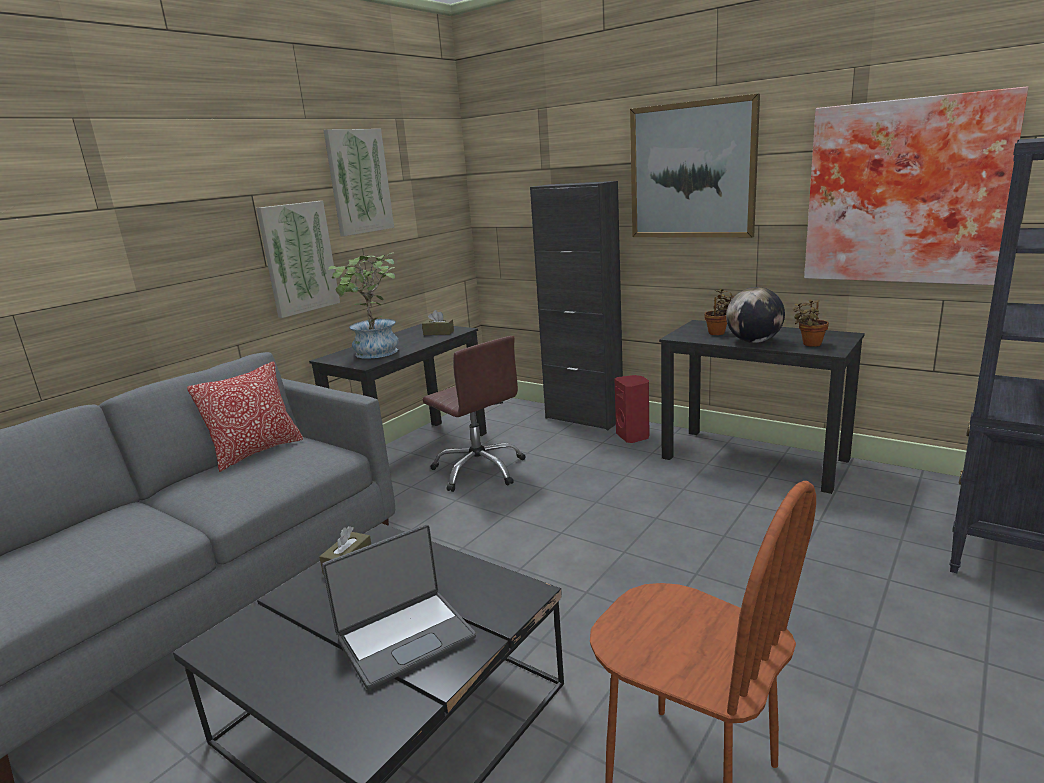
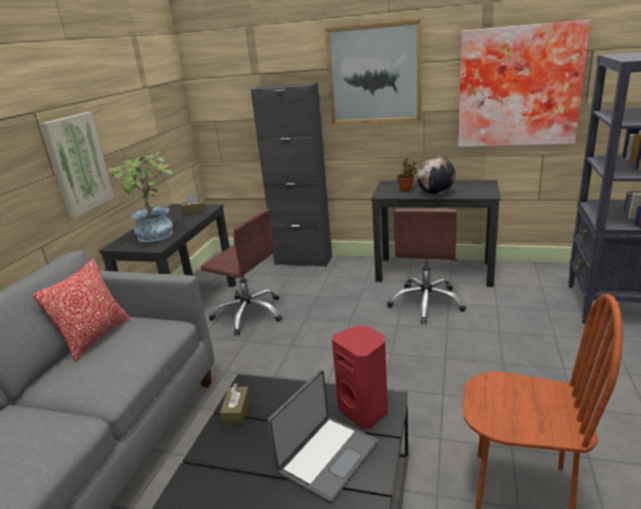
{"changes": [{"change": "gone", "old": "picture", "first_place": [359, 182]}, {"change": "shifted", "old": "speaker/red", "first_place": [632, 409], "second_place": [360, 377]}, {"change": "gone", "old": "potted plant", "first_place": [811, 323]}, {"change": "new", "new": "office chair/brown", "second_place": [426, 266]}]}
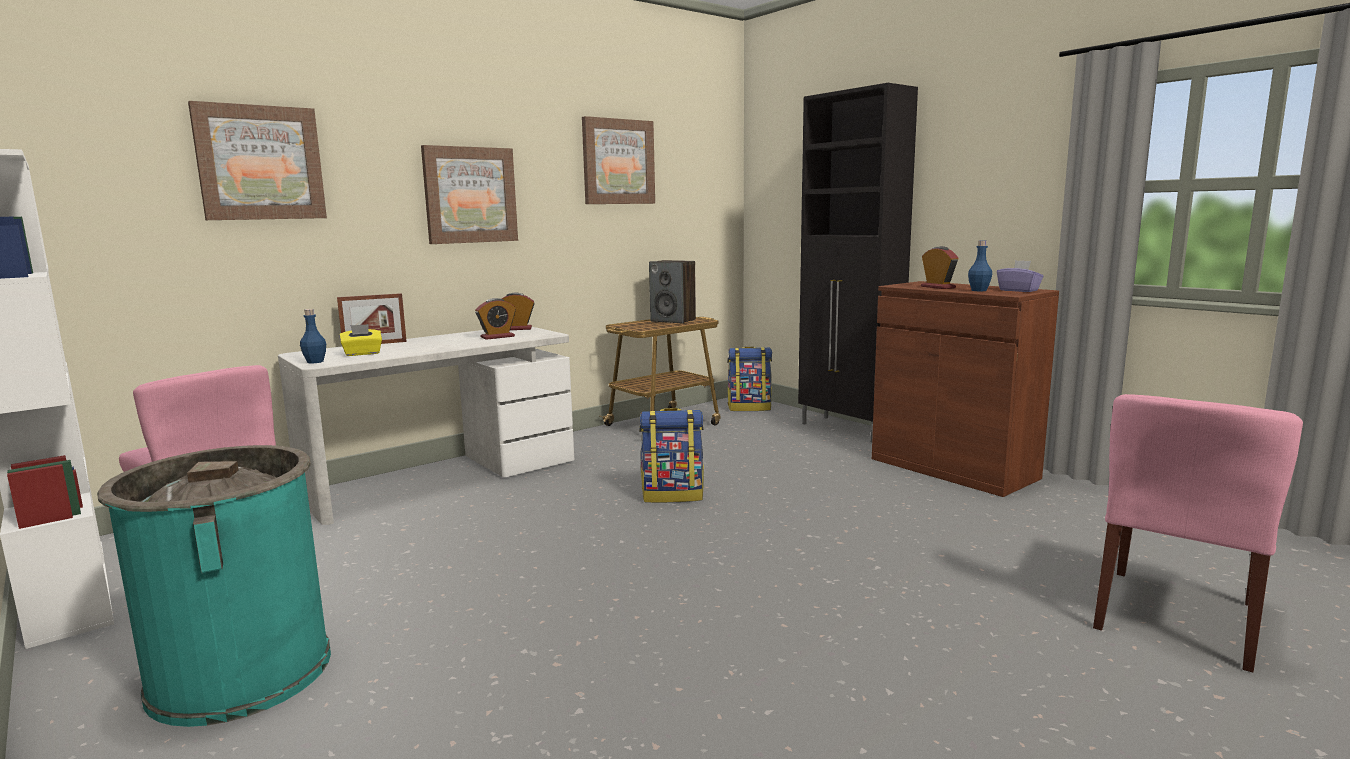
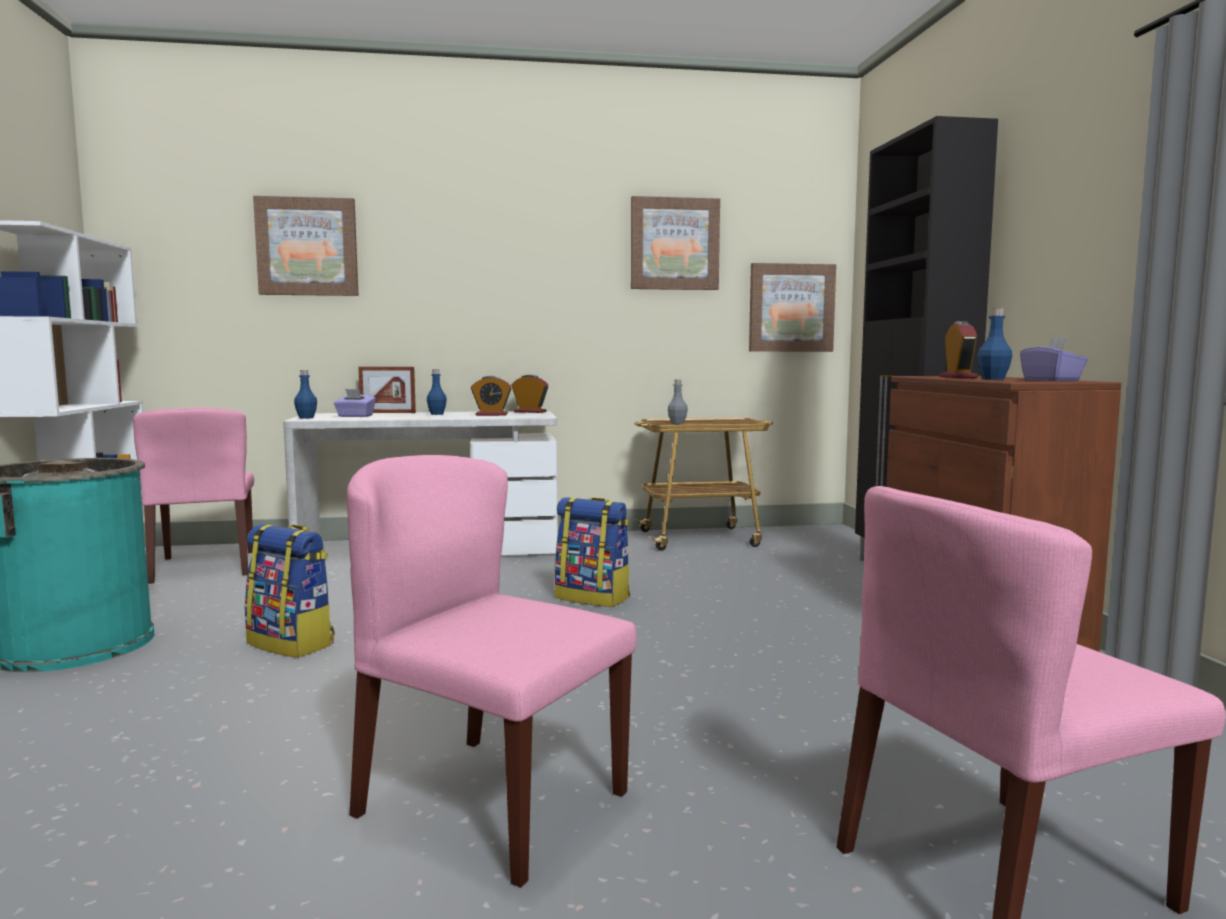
{"changes": [{"change": "repainted", "old": "tissue box/yellow", "new": "tissue box/purple", "first_place": [361, 340], "second_place": [355, 403]}, {"change": "shifted", "old": "picture", "first_place": [469, 194], "second_place": [792, 307]}, {"change": "gone", "old": "speaker", "first_place": [672, 291]}, {"change": "shifted", "old": "backpack", "first_place": [749, 378], "second_place": [290, 591]}, {"change": "new", "new": "chair/pink", "second_place": [492, 671]}, {"change": "new", "new": "bottle/blue", "second_place": [437, 392]}, {"change": "new", "new": "bottle/grey", "second_place": [678, 402]}]}
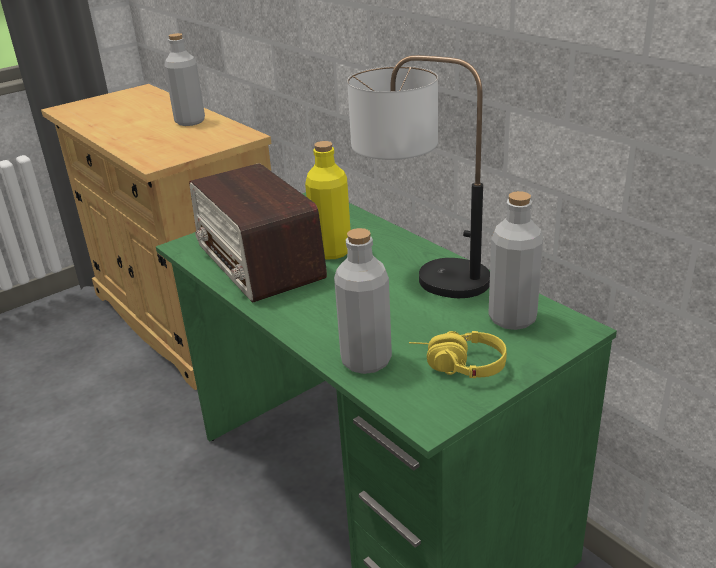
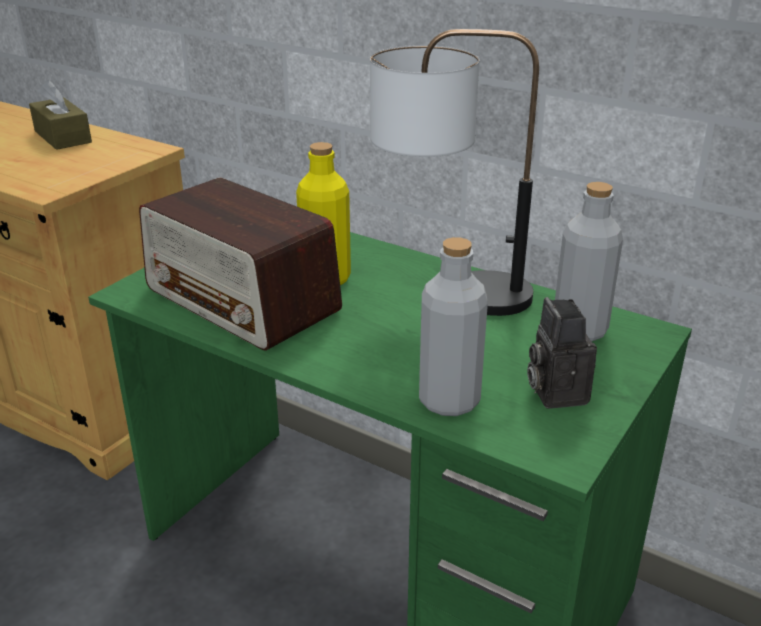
{"changes": [{"change": "swapped", "old": "bottle/grey", "new": "tissue box/brown", "first_place": [184, 79], "second_place": [60, 115]}, {"change": "swapped", "old": "headphones/yellow", "new": "photo camera", "first_place": [458, 354], "second_place": [562, 353]}]}
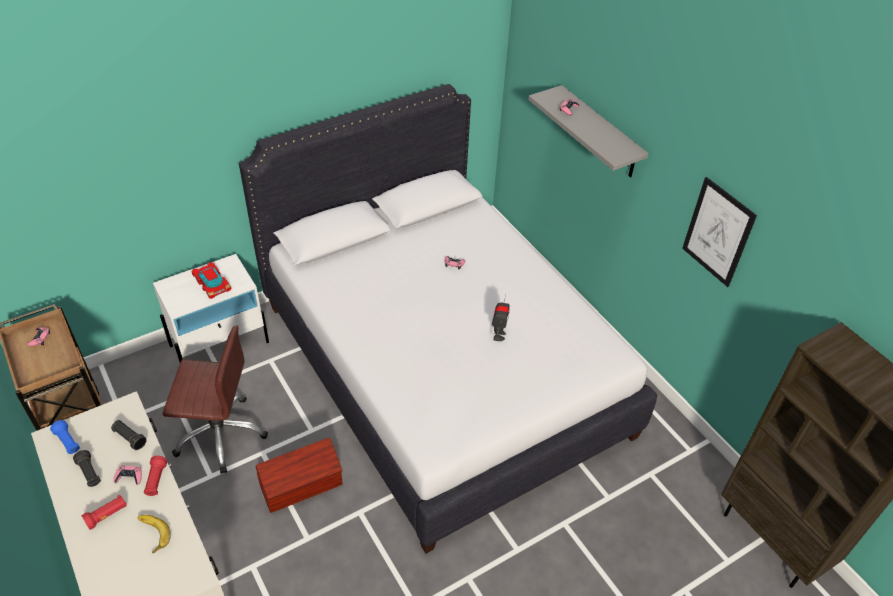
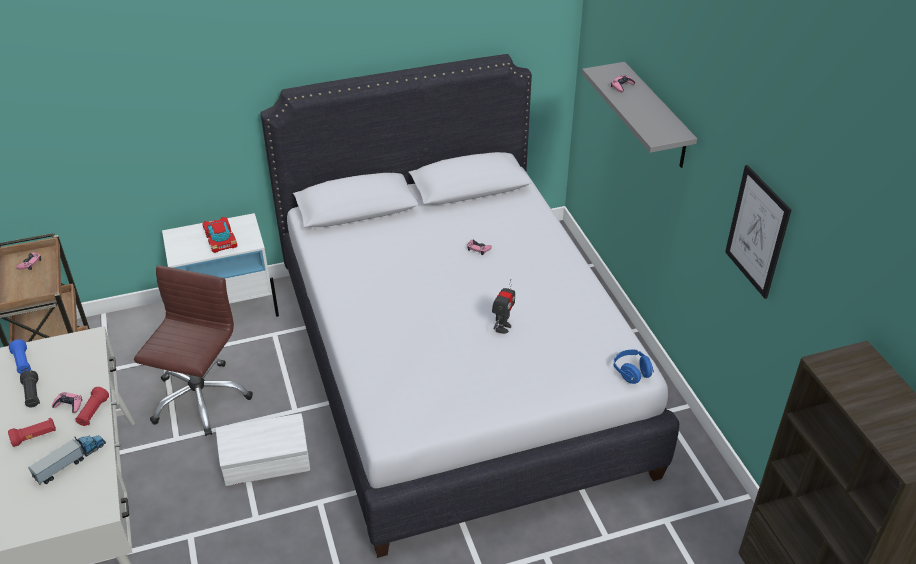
{"changes": [{"change": "gone", "old": "flashlight/black", "first_place": [129, 435]}, {"change": "swapped", "old": "banana", "new": "toy truck", "first_place": [154, 534], "second_place": [67, 460]}, {"change": "rotated", "old": "office chair/brown", "first_place": [215, 400], "second_place": [193, 350], "degrees": -90}, {"change": "repainted", "old": "storage box/brown", "new": "storage box/white", "first_place": [299, 475], "second_place": [263, 449]}, {"change": "new", "new": "headphones/blue", "second_place": [633, 367]}]}
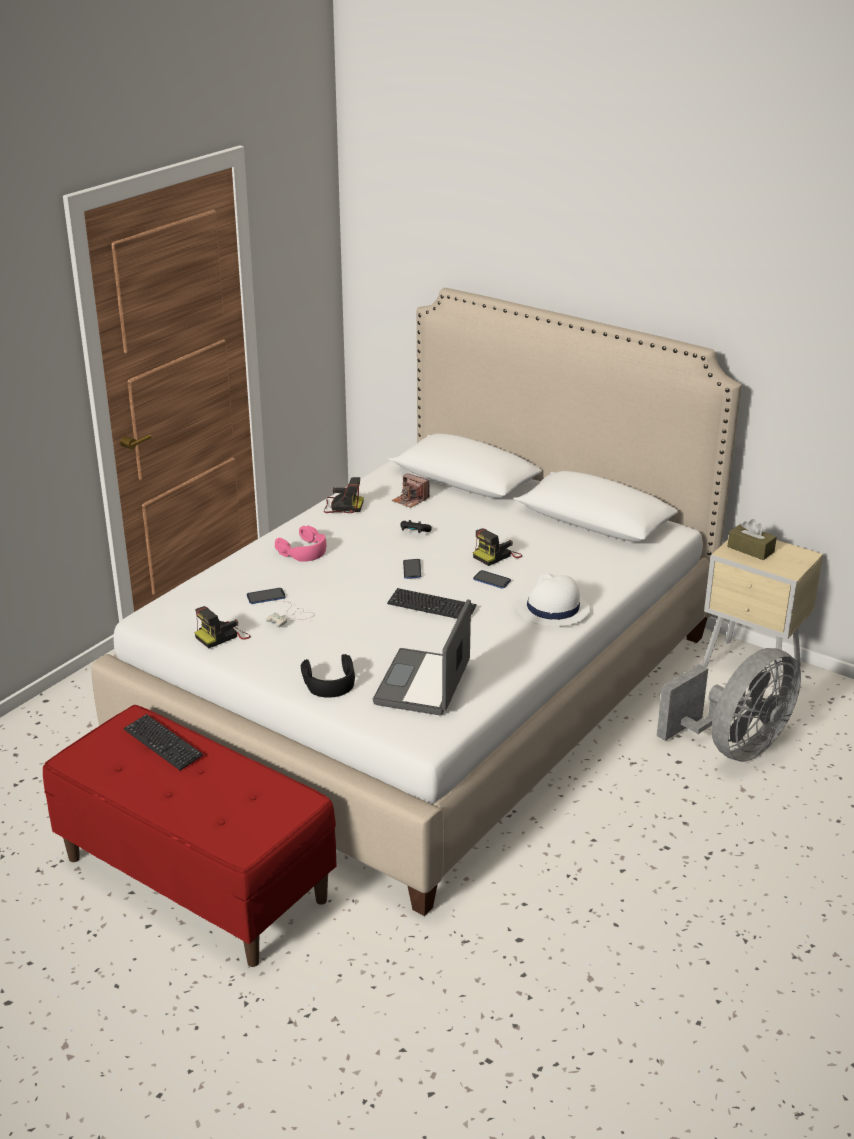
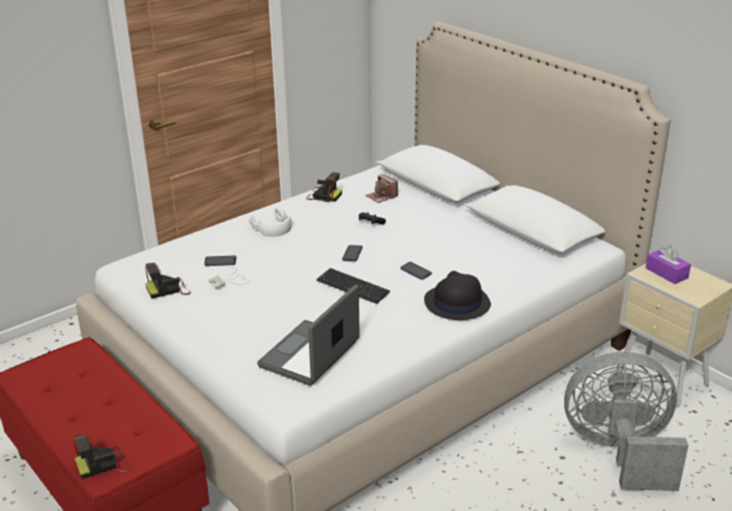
{"changes": [{"change": "gone", "old": "keyboard", "first_place": [163, 742]}, {"change": "repainted", "old": "headphones/pink", "new": "headphones/white", "first_place": [300, 543], "second_place": [270, 222]}, {"change": "gone", "old": "headphones/black", "first_place": [328, 676]}, {"change": "shifted", "old": "photo camera", "first_place": [497, 547], "second_place": [102, 456]}, {"change": "repainted", "old": "hat/white", "new": "hat/black", "first_place": [553, 600], "second_place": [457, 295]}, {"change": "rotated", "old": "fan/grey", "first_place": [729, 705], "second_place": [626, 421], "degrees": -150}, {"change": "repainted", "old": "tissue box/brown", "new": "tissue box/purple", "first_place": [752, 539], "second_place": [668, 264]}]}
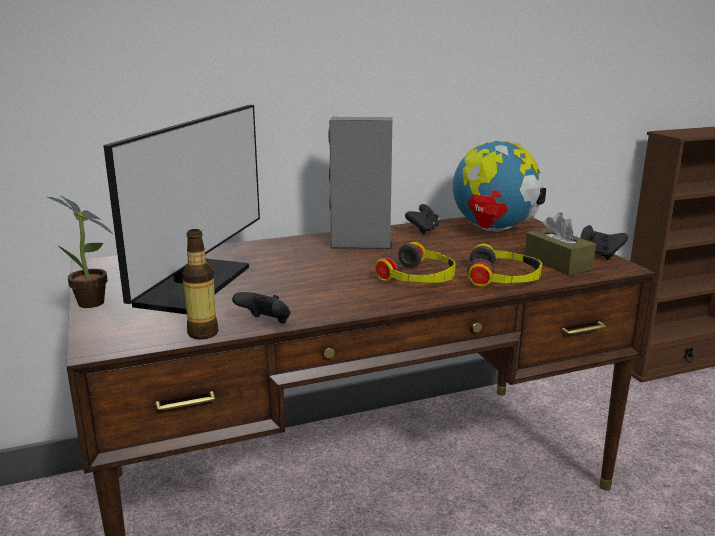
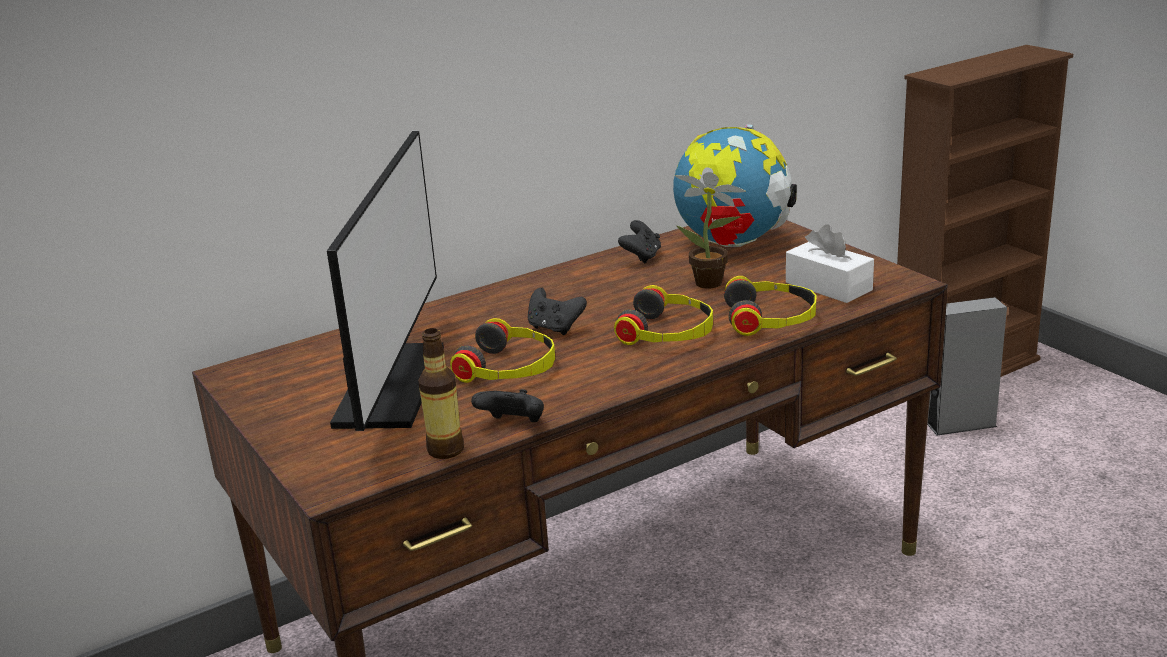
{"changes": [{"change": "shifted", "old": "potted plant", "first_place": [80, 251], "second_place": [710, 230]}, {"change": "shifted", "old": "speaker/grey", "first_place": [360, 183], "second_place": [967, 366]}, {"change": "repainted", "old": "tissue box/brown", "new": "tissue box/white", "first_place": [560, 243], "second_place": [830, 263]}, {"change": "shifted", "old": "game controller/black", "first_place": [604, 242], "second_place": [557, 311]}, {"change": "new", "new": "headphones", "second_place": [502, 350]}]}
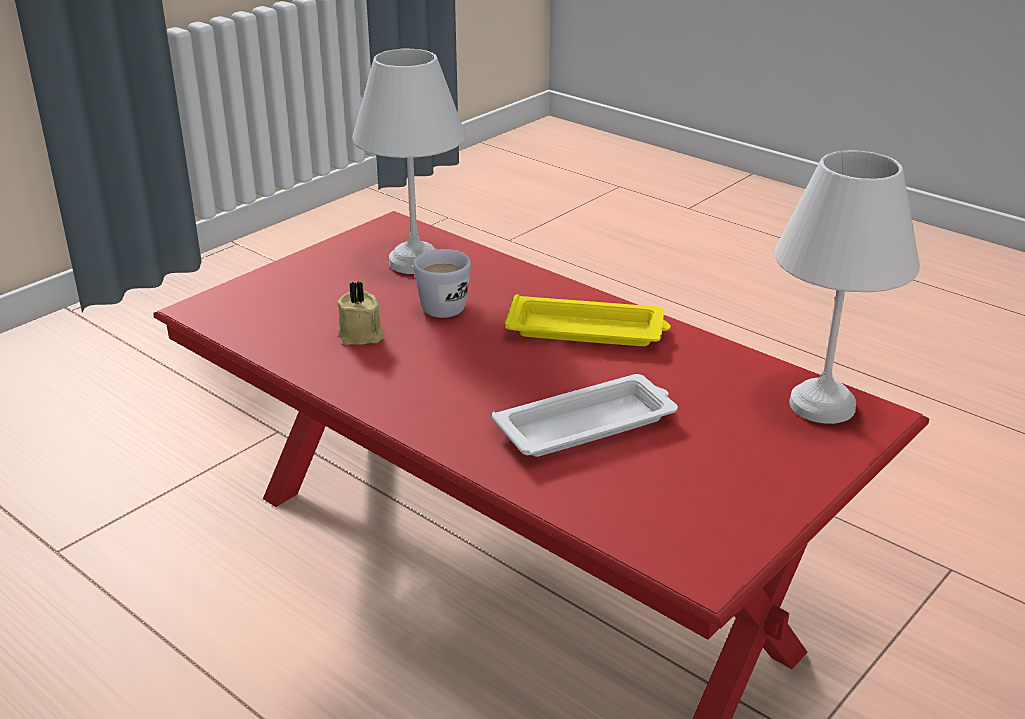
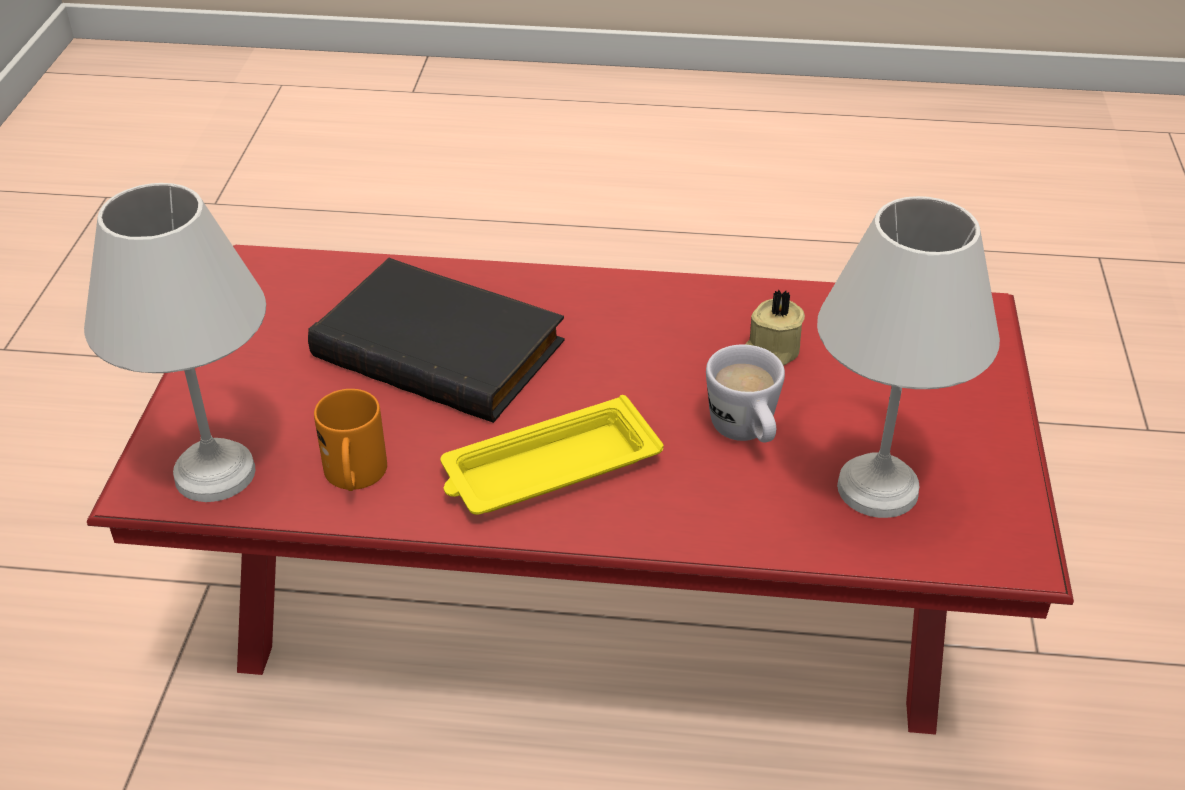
{"changes": [{"change": "swapped", "old": "tray/white", "new": "book/black", "first_place": [585, 415], "second_place": [436, 340]}, {"change": "new", "new": "mug/orange", "second_place": [350, 440]}]}
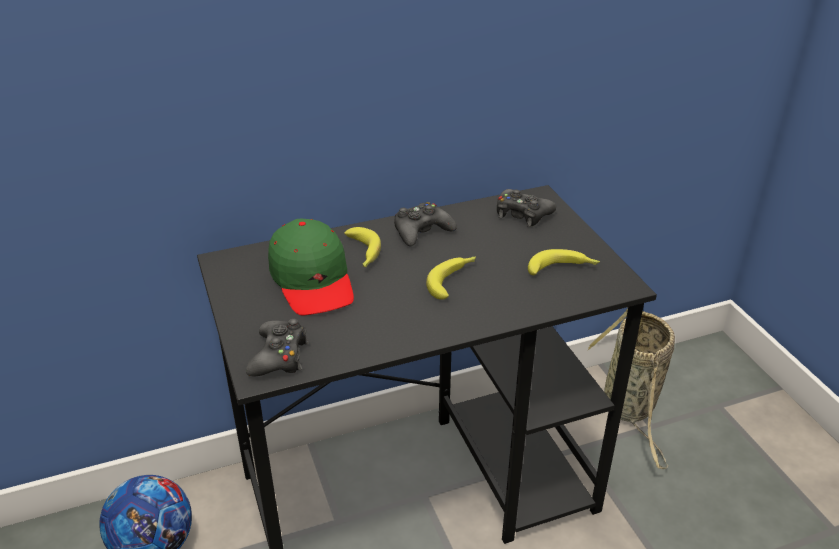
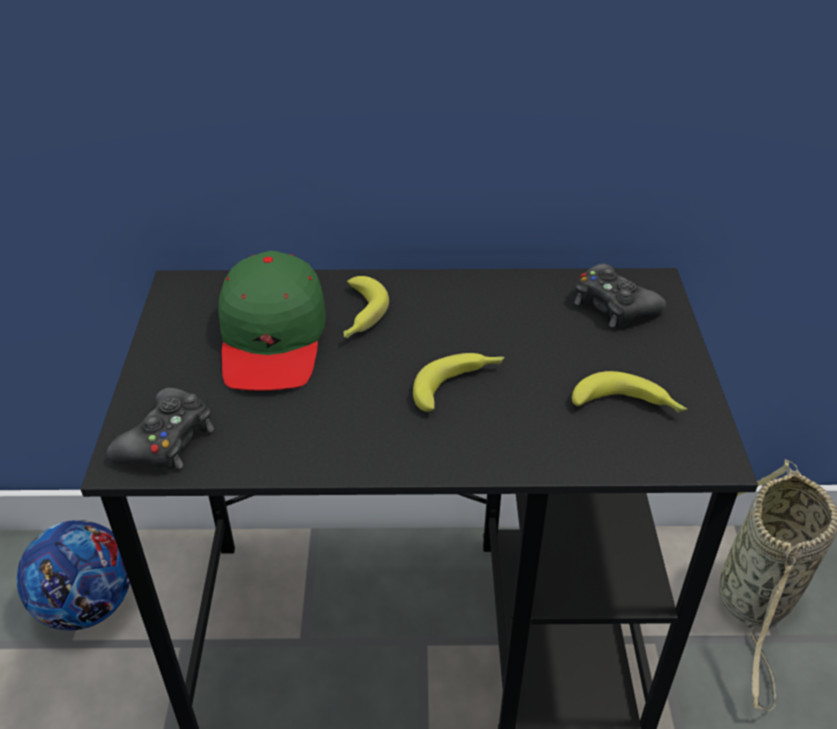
{"changes": [{"change": "gone", "old": "game controller/black", "first_place": [425, 224]}]}
